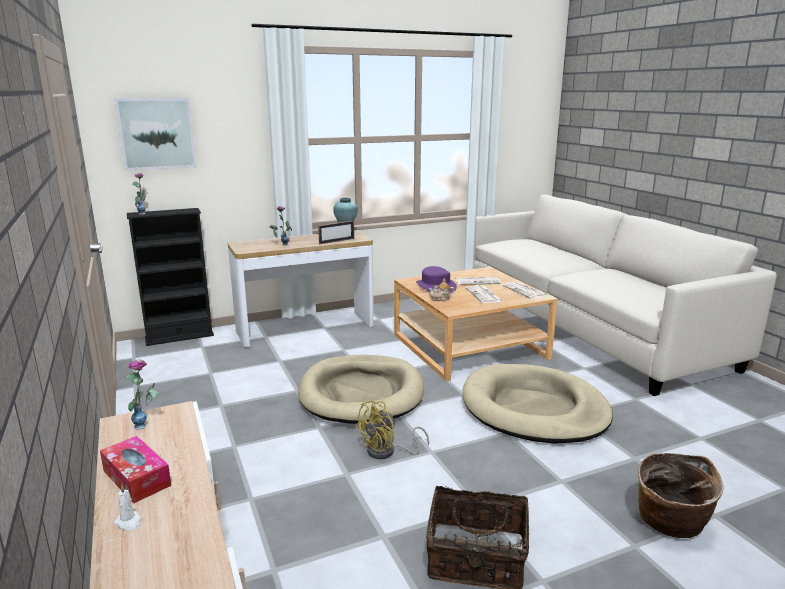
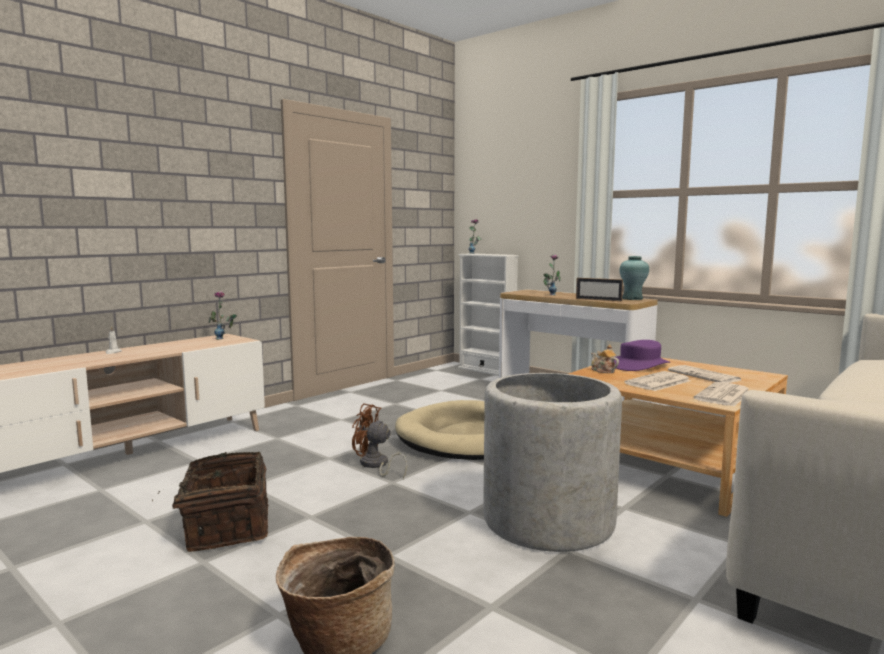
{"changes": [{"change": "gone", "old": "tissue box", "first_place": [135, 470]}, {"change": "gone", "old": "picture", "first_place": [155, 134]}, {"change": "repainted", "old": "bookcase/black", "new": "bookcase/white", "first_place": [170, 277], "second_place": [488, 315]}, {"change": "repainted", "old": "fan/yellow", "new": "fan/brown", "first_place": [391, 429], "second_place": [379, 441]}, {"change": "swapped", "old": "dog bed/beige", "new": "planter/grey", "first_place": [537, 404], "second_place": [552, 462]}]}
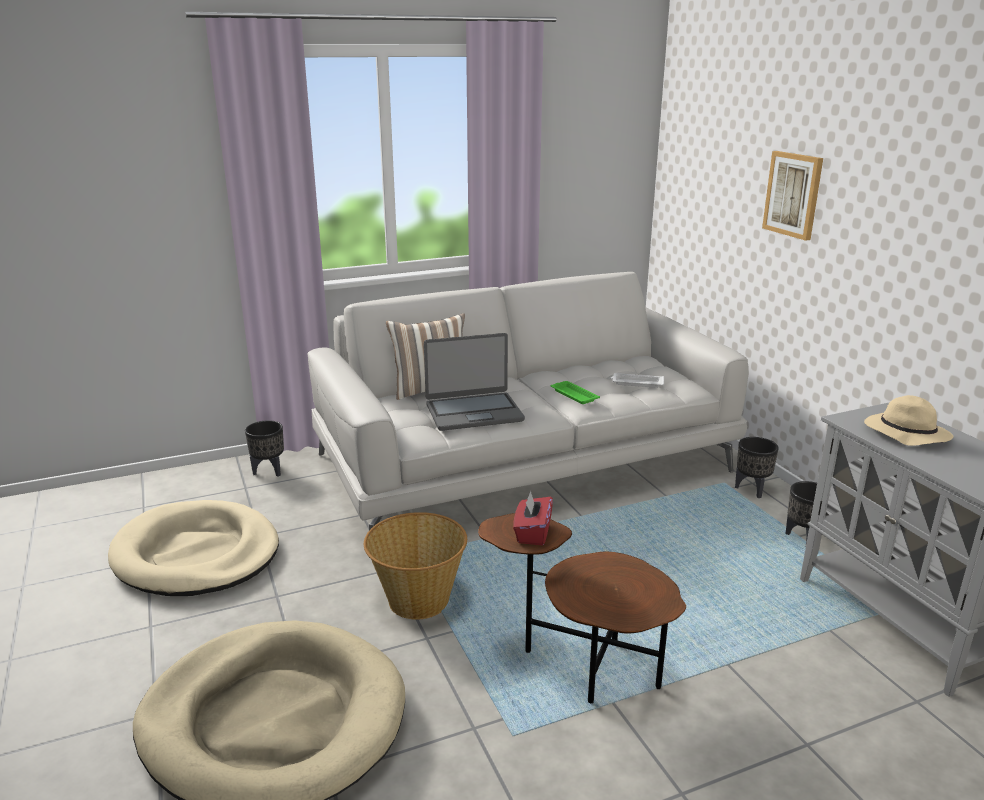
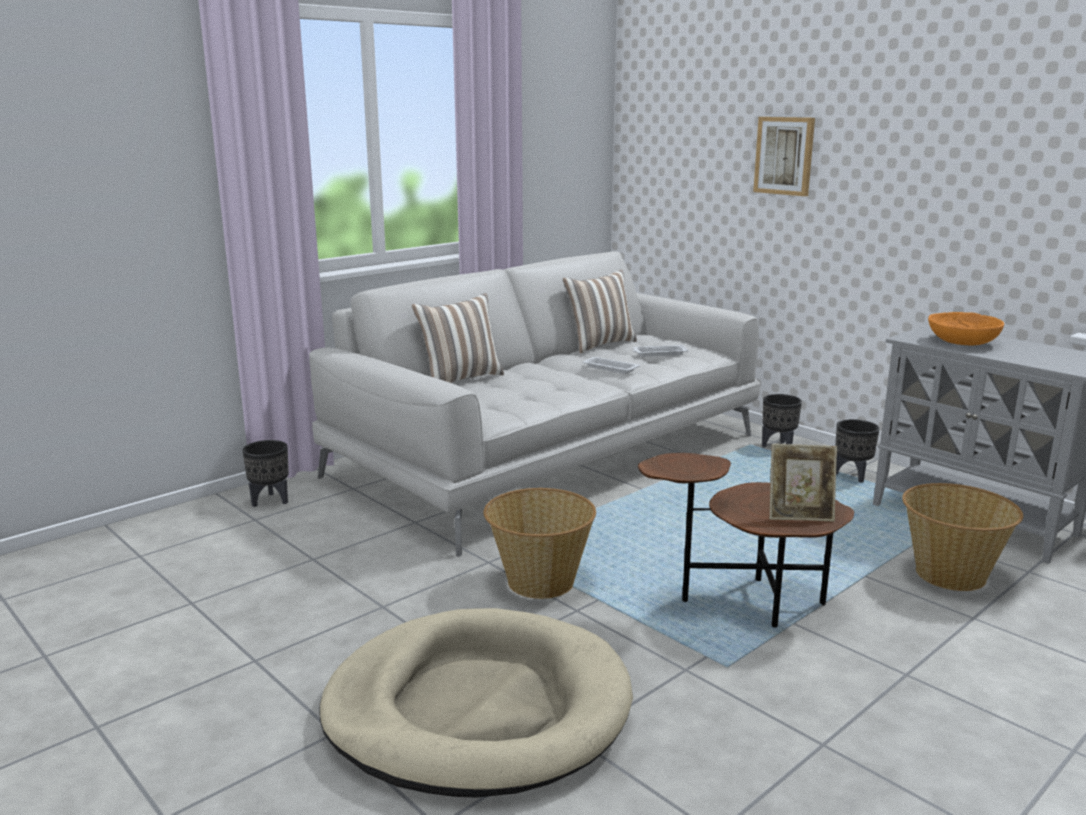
{"changes": [{"change": "gone", "old": "dog bed/beige", "first_place": [193, 548]}, {"change": "gone", "old": "laptop", "first_place": [474, 382]}, {"change": "gone", "old": "tissue box/red", "first_place": [533, 518]}, {"change": "repainted", "old": "tray/green", "new": "tray/white", "first_place": [575, 392], "second_place": [611, 365]}, {"change": "swapped", "old": "hat/beige", "new": "bowl/orange", "first_place": [908, 420], "second_place": [966, 328]}, {"change": "new", "new": "pillow", "second_place": [600, 311]}, {"change": "new", "new": "picture frame", "second_place": [803, 483]}, {"change": "new", "new": "basket", "second_place": [962, 537]}]}
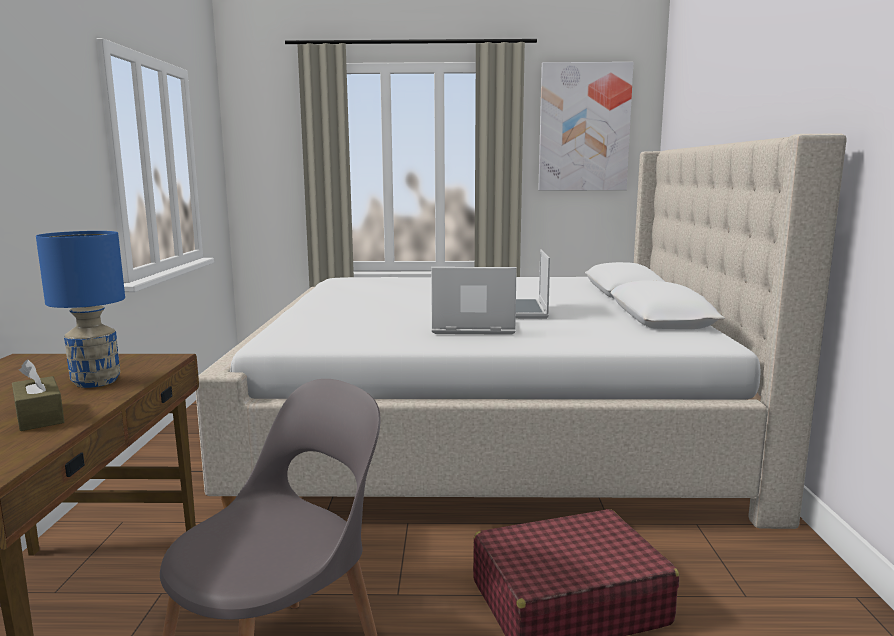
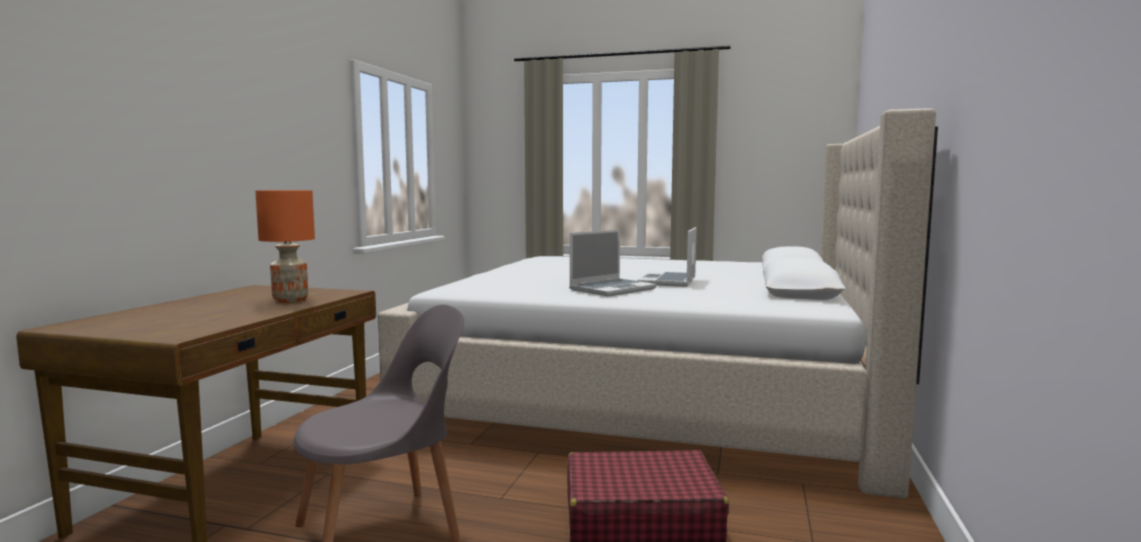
{"changes": [{"change": "gone", "old": "tissue box/brown", "first_place": [38, 395]}, {"change": "repainted", "old": "table lamp/blue", "new": "table lamp/orange", "first_place": [80, 309], "second_place": [285, 246]}, {"change": "rotated", "old": "laptop", "first_place": [474, 301], "second_place": [613, 263], "degrees": 120}, {"change": "gone", "old": "picture", "first_place": [586, 126]}]}
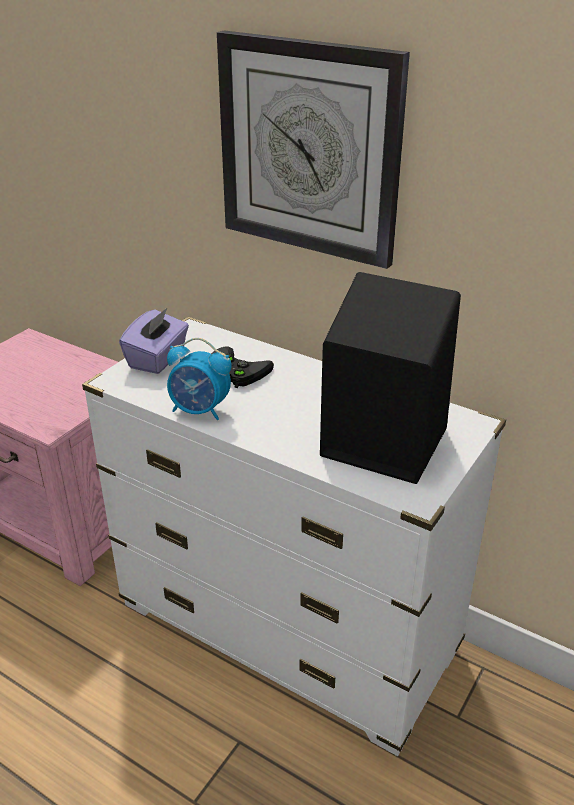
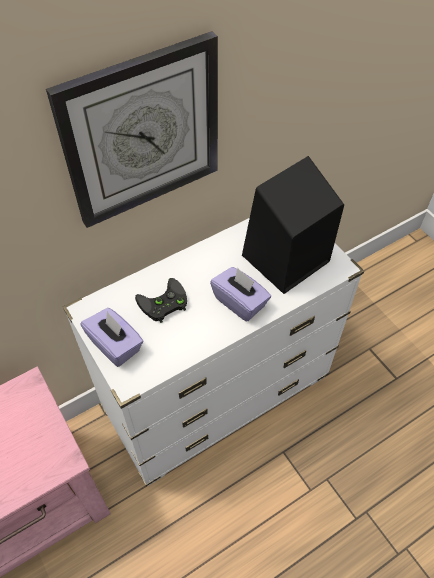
{"changes": [{"change": "gone", "old": "alarm clock", "first_place": [199, 379]}, {"change": "new", "new": "tissue box/purple", "second_place": [240, 294]}]}
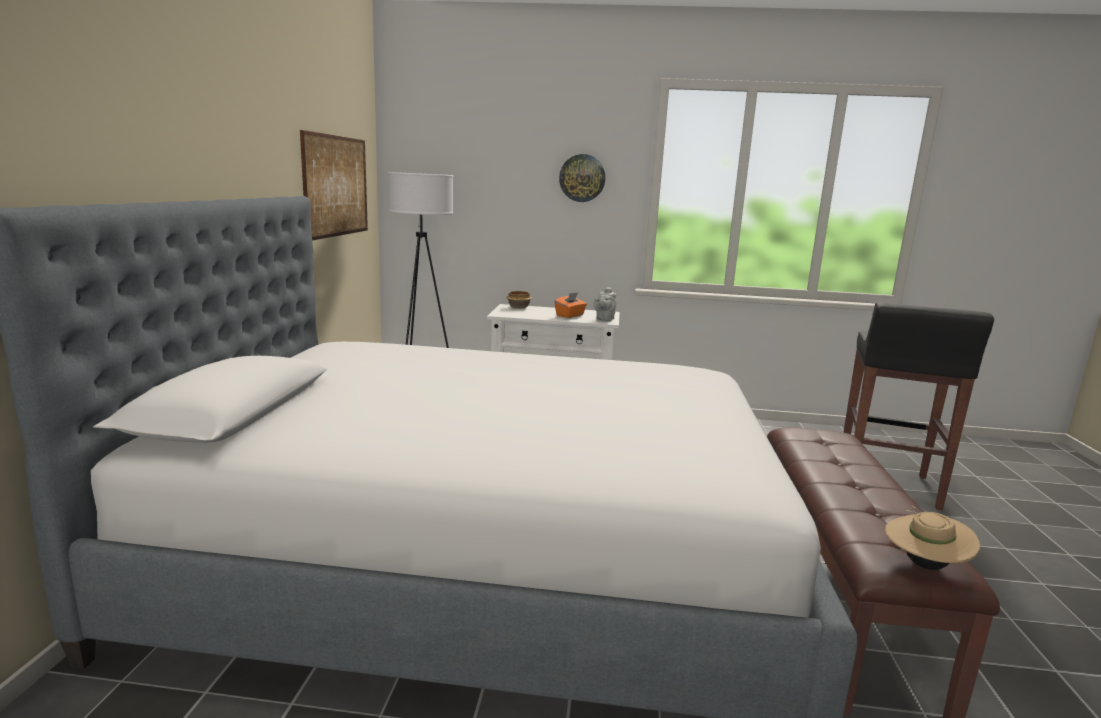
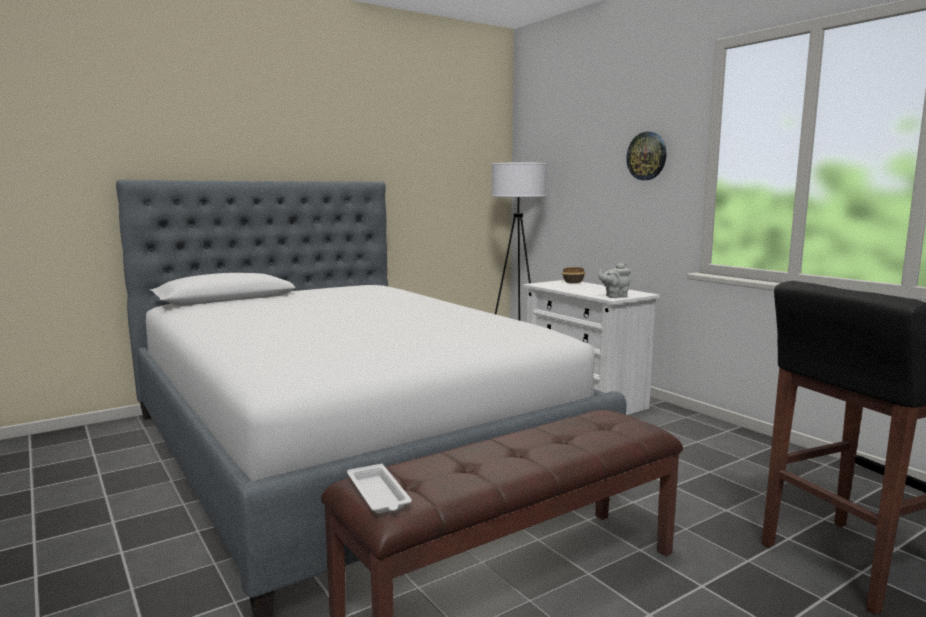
{"changes": [{"change": "gone", "old": "picture", "first_place": [334, 185]}, {"change": "gone", "old": "tissue box/orange", "first_place": [570, 305]}, {"change": "swapped", "old": "hat/beige", "new": "tray/white", "first_place": [932, 537], "second_place": [379, 489]}]}
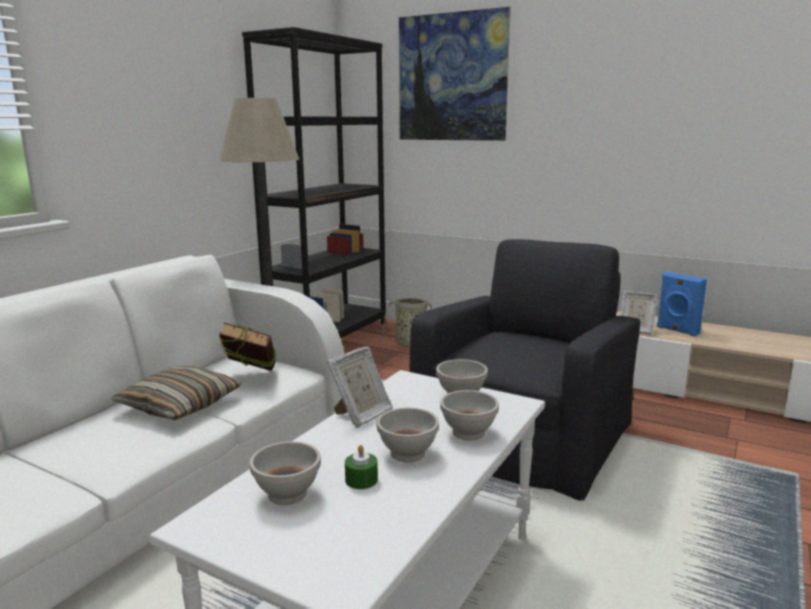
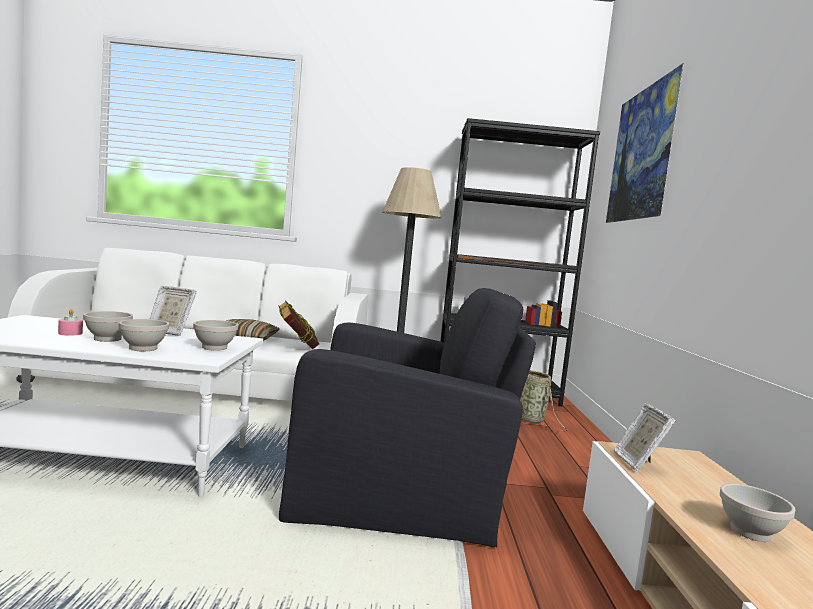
{"changes": [{"change": "shifted", "old": "bowl/white", "first_place": [285, 473], "second_place": [757, 512]}, {"change": "repainted", "old": "candle/green", "new": "candle/pink", "first_place": [361, 467], "second_place": [70, 322]}, {"change": "gone", "old": "speaker/blue", "first_place": [682, 304]}]}
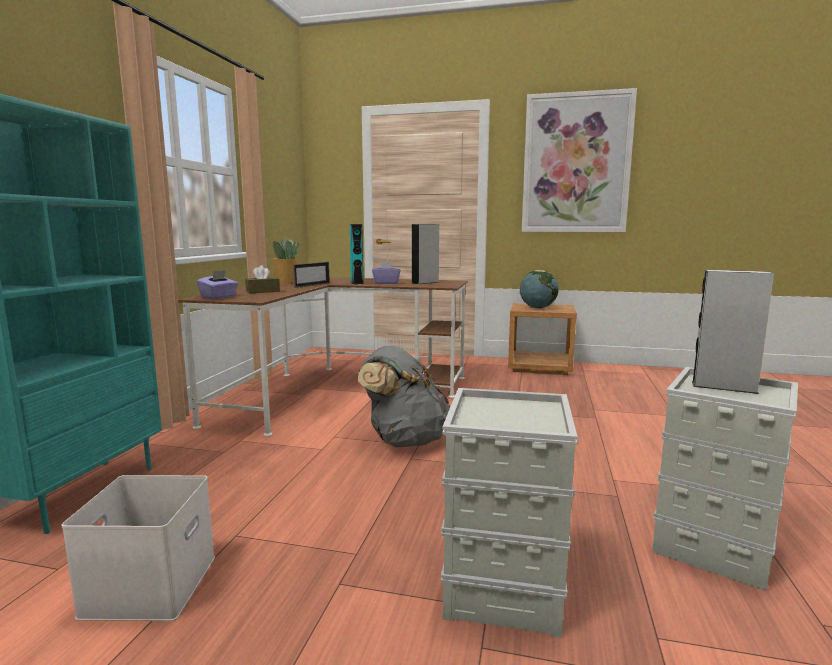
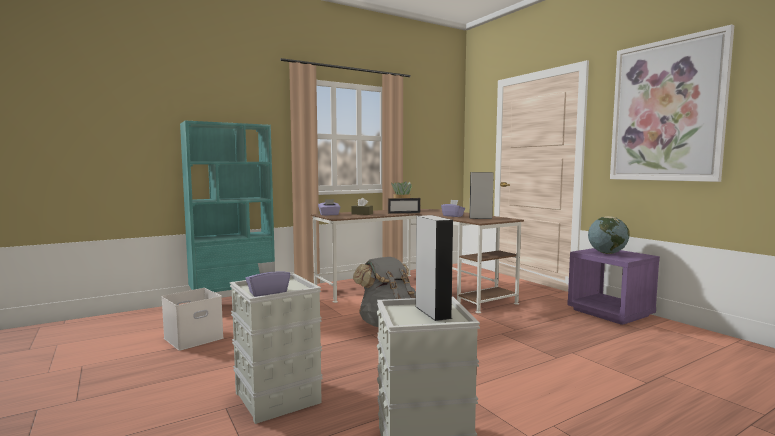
{"changes": [{"change": "gone", "old": "speaker/turquoise", "first_place": [356, 254]}, {"change": "repainted", "old": "nightstand/brown", "new": "nightstand/purple", "first_place": [542, 339], "second_place": [613, 286]}, {"change": "new", "new": "tissue box/purple", "second_place": [267, 279]}]}
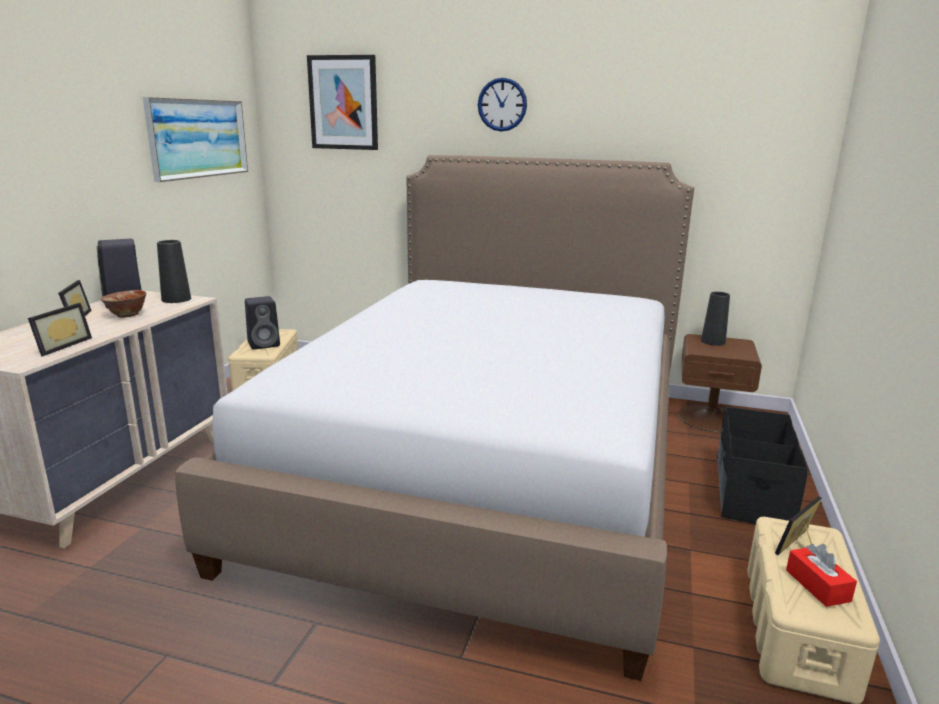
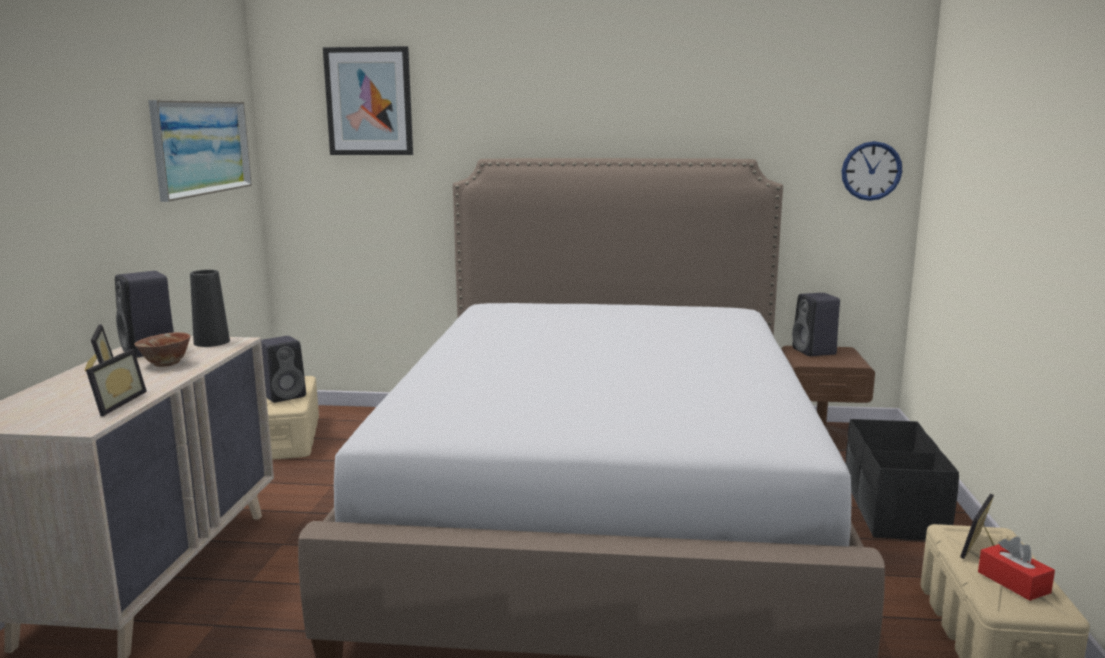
{"changes": [{"change": "shifted", "old": "wall clock", "first_place": [502, 104], "second_place": [871, 171]}, {"change": "swapped", "old": "vase/black", "new": "speaker/black", "first_place": [715, 319], "second_place": [816, 324]}]}
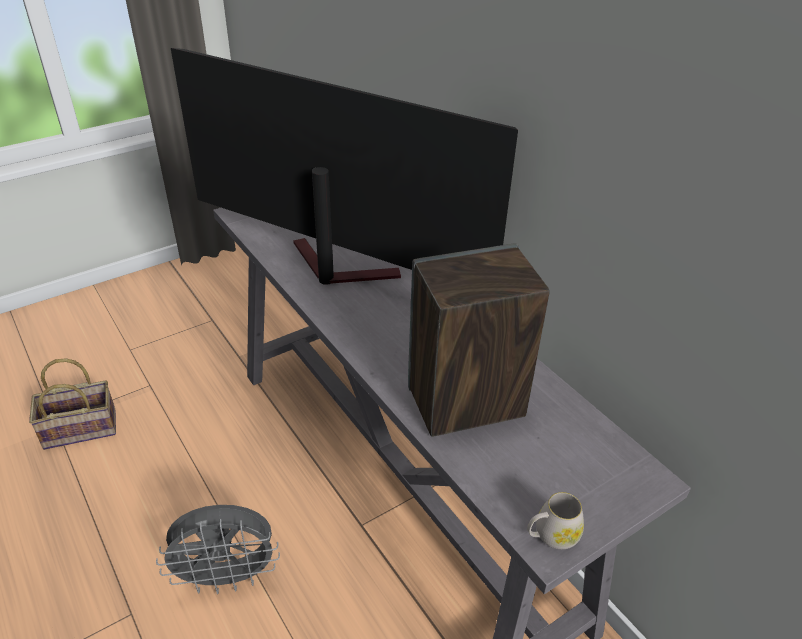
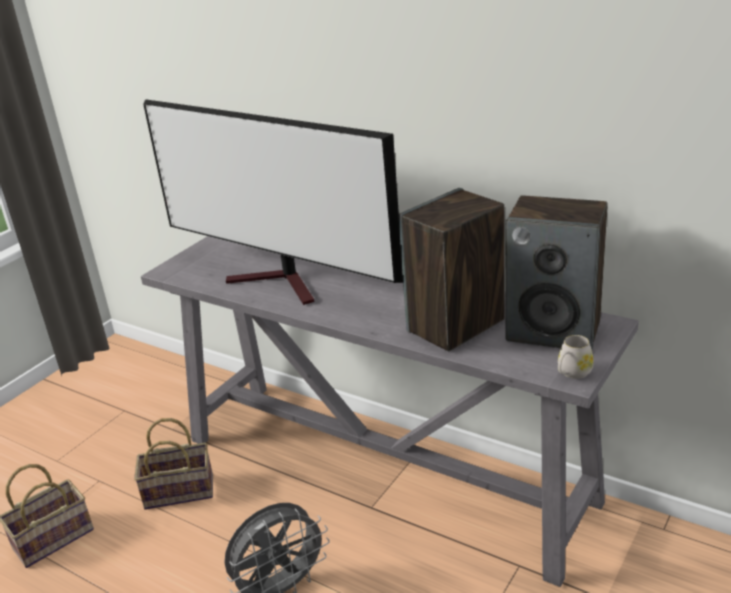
{"changes": [{"change": "rotated", "old": "television", "first_place": [344, 166], "second_place": [273, 202], "degrees": -150}, {"change": "new", "new": "basket", "second_place": [173, 464]}, {"change": "new", "new": "speaker", "second_place": [556, 272]}]}
